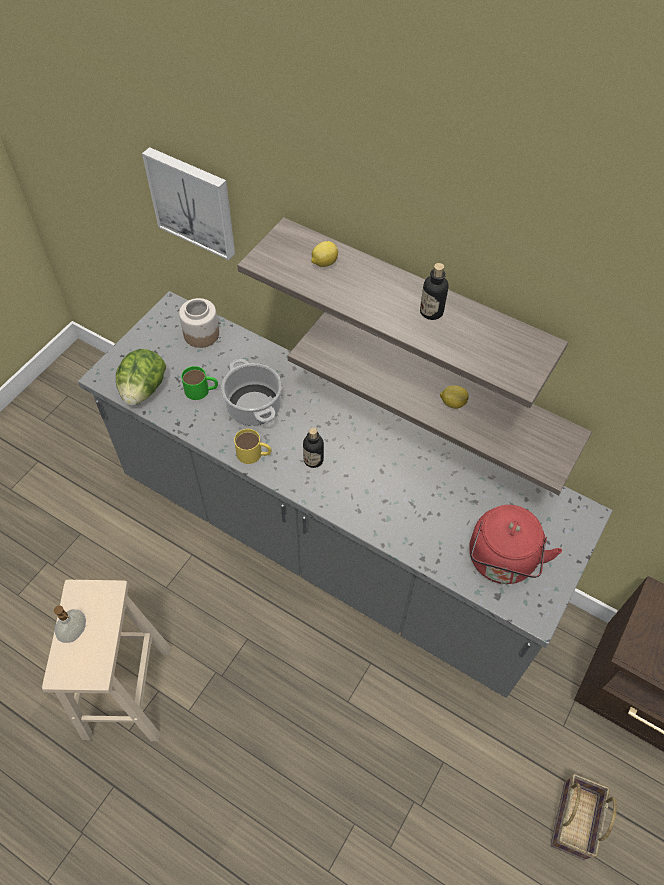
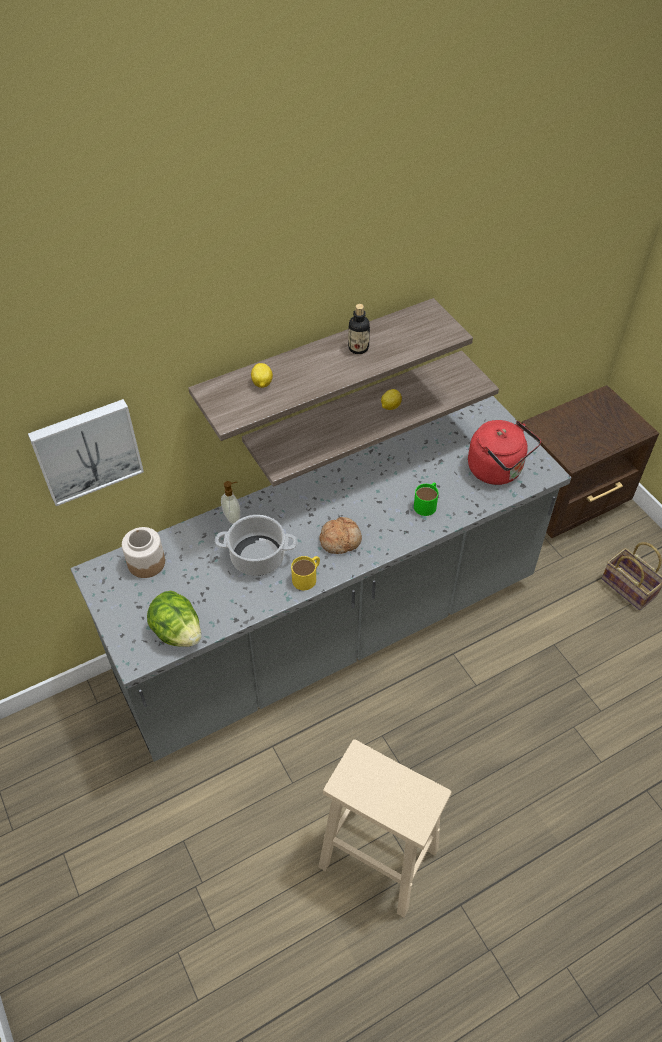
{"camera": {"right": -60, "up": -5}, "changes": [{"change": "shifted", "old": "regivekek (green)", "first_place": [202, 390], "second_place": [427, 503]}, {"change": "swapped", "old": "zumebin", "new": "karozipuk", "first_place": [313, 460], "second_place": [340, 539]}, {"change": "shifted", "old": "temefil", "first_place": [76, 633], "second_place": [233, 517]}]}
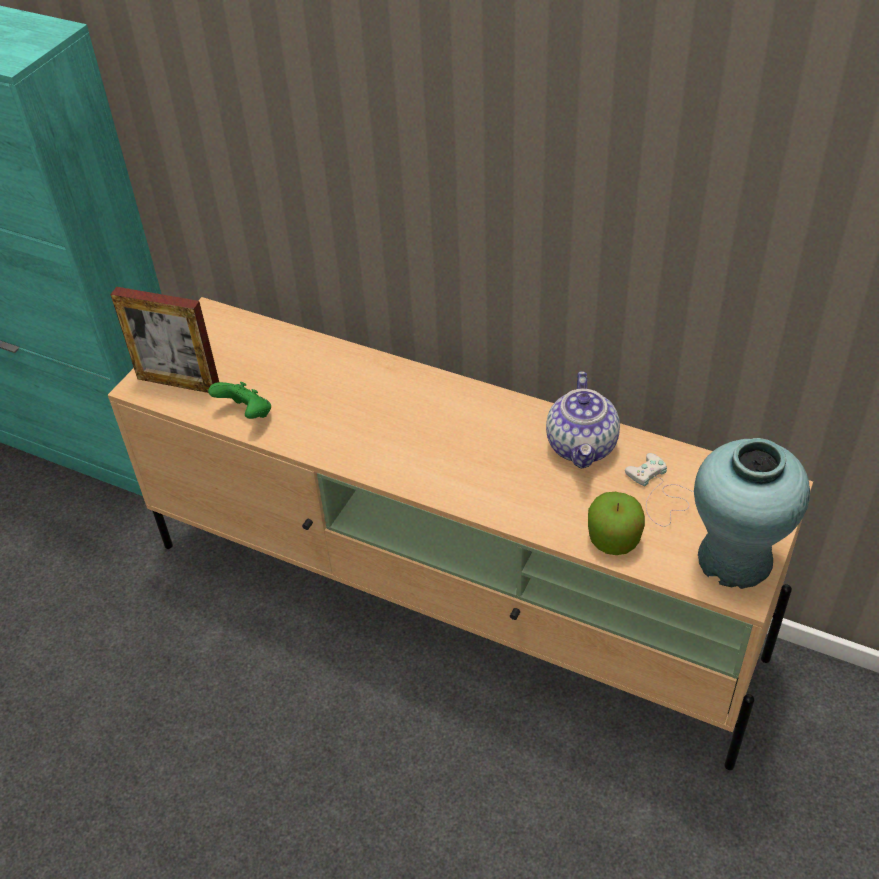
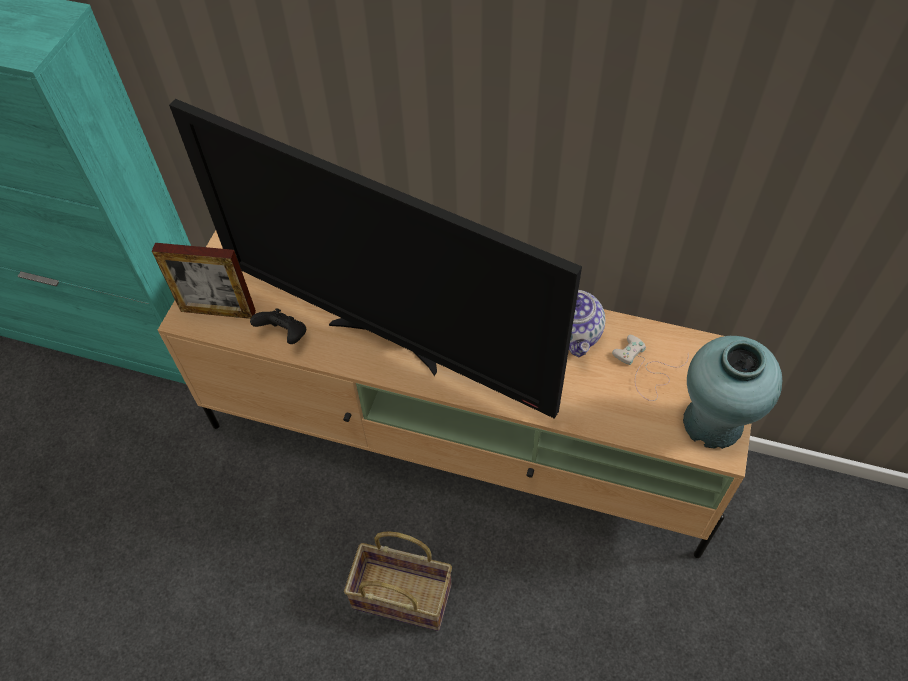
{"camera": {"right": -10, "up": 10}, "changes": [{"change": "repainted", "old": "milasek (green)", "new": "milasek (black)", "first_place": [246, 414], "second_place": [284, 335]}, {"change": "gone", "old": "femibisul", "first_place": [613, 539]}, {"change": "new", "new": "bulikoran", "second_place": [389, 340]}, {"change": "new", "new": "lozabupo", "second_place": [405, 595]}]}
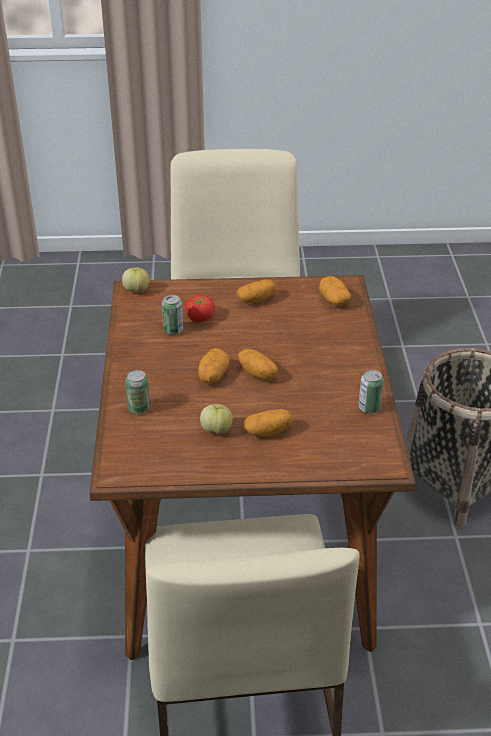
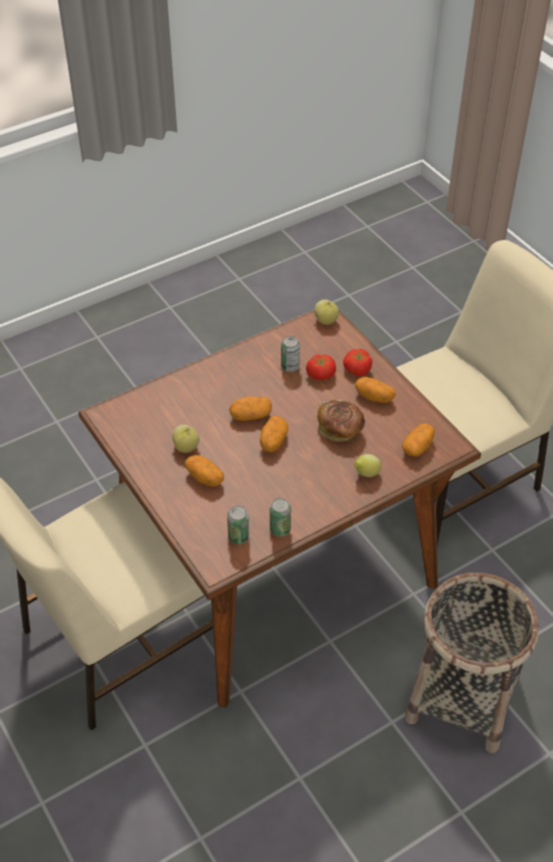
{"camera": {"right": 60, "up": 10}, "changes": [{"change": "shifted", "old": "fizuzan", "first_place": [139, 408], "second_place": [238, 537]}, {"change": "new", "new": "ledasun", "second_place": [357, 369]}, {"change": "new", "new": "karozipuk", "second_place": [340, 429]}, {"change": "new", "new": "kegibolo", "second_place": [366, 474]}]}
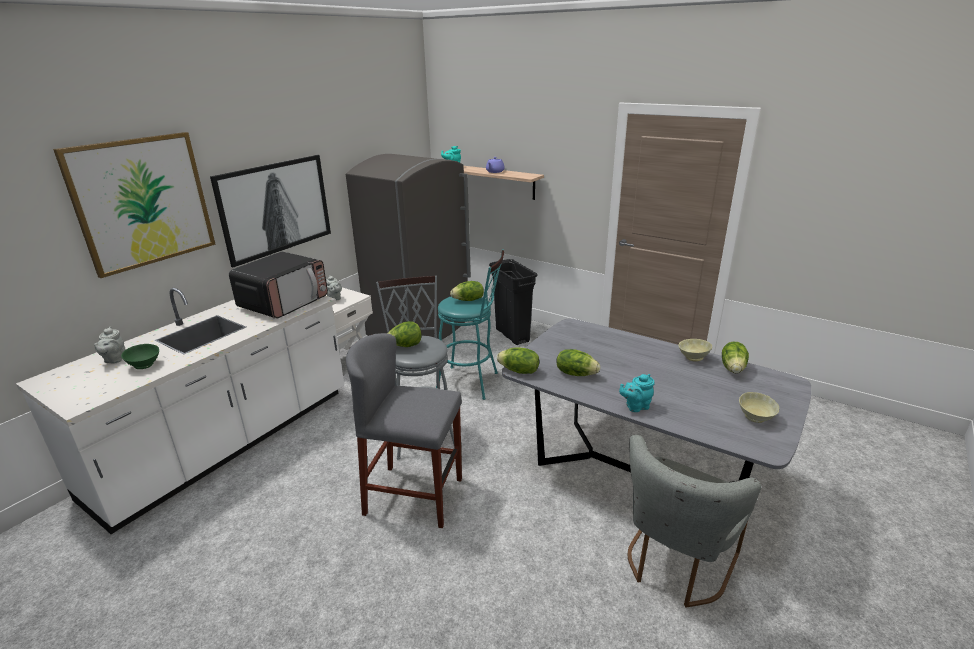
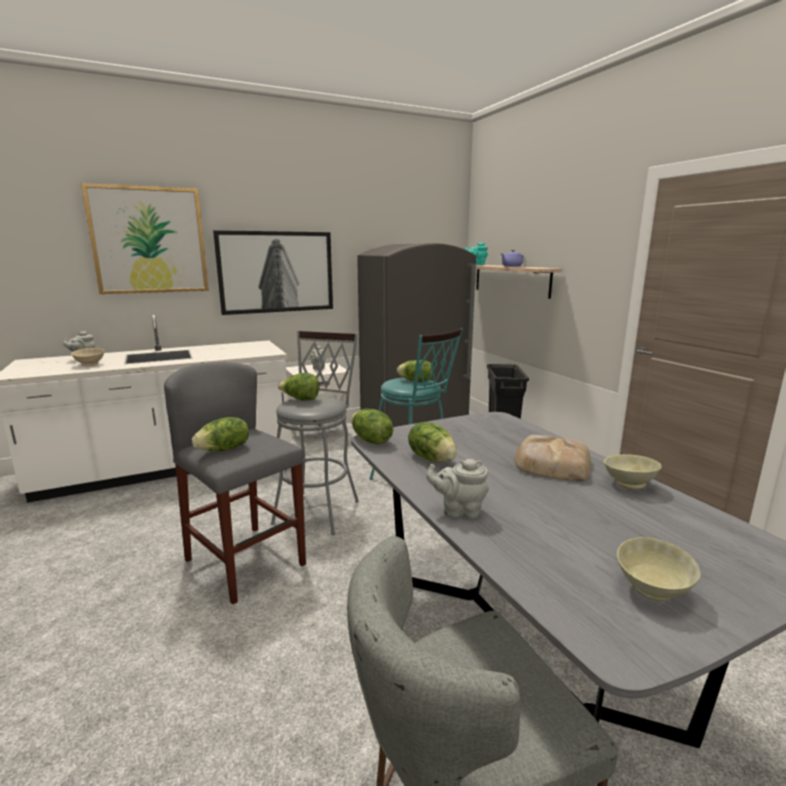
{"camera": {"right": 30, "up": -10}, "changes": [{"change": "gone", "old": "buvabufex", "first_place": [284, 303]}, {"change": "shifted", "old": "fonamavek", "first_place": [733, 368], "second_place": [224, 449]}, {"change": "repainted", "old": "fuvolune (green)", "new": "fuvolune (beige)", "first_place": [144, 365], "second_place": [89, 365]}, {"change": "repainted", "old": "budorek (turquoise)", "new": "budorek (grey)", "first_place": [635, 406], "second_place": [459, 511]}, {"change": "new", "new": "karozipuk", "second_place": [551, 464]}]}
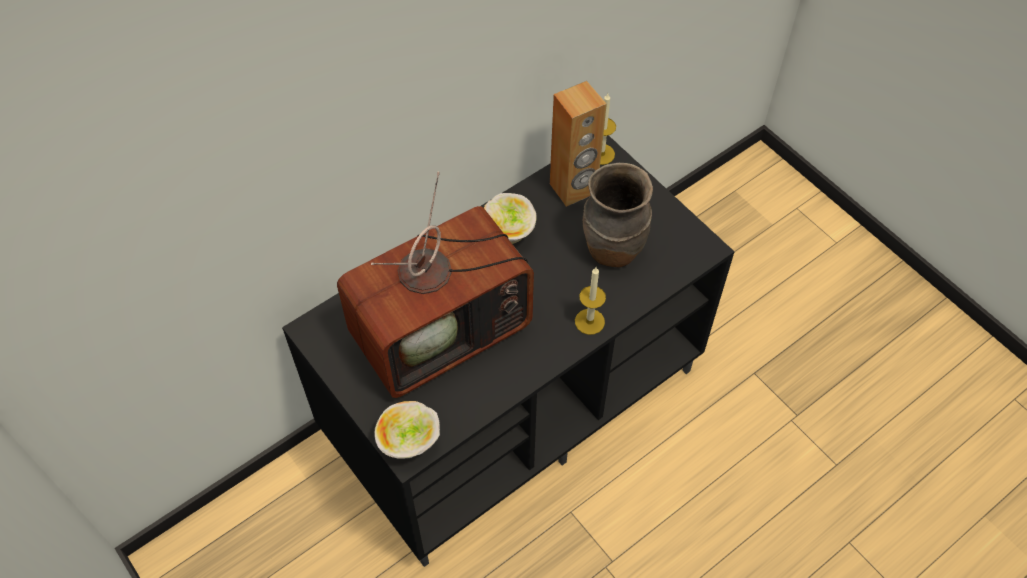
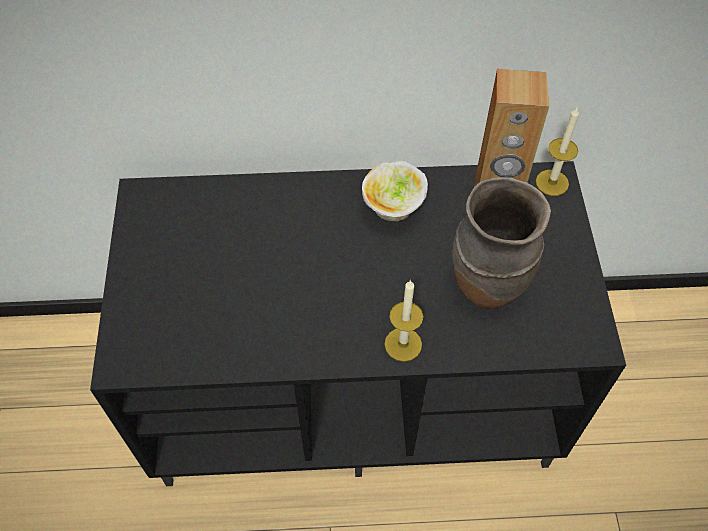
{"camera": {"right": 35, "up": 0}, "changes": [{"change": "gone", "old": "bulikoran", "first_place": [443, 327]}, {"change": "gone", "old": "fuvolune", "first_place": [410, 444]}]}
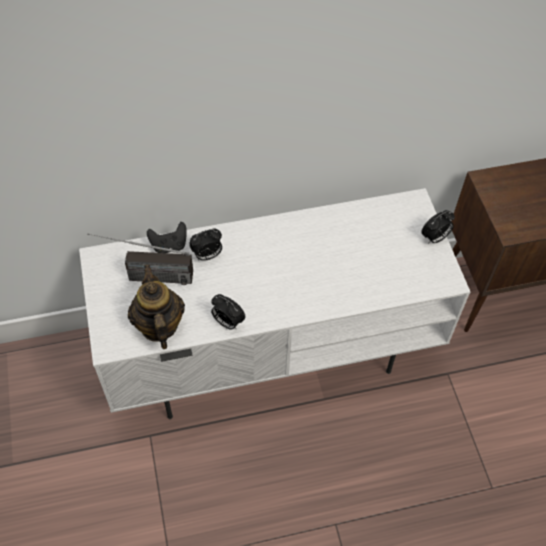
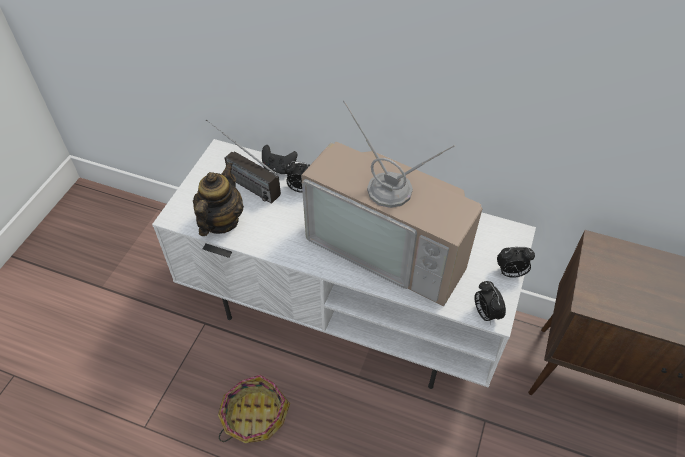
{"camera": {"right": 35, "up": -5}, "changes": [{"change": "shifted", "old": "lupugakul", "first_place": [227, 322], "second_place": [485, 313]}, {"change": "new", "new": "bulikoran", "second_place": [391, 246]}, {"change": "new", "new": "lozabupo", "second_place": [253, 415]}]}
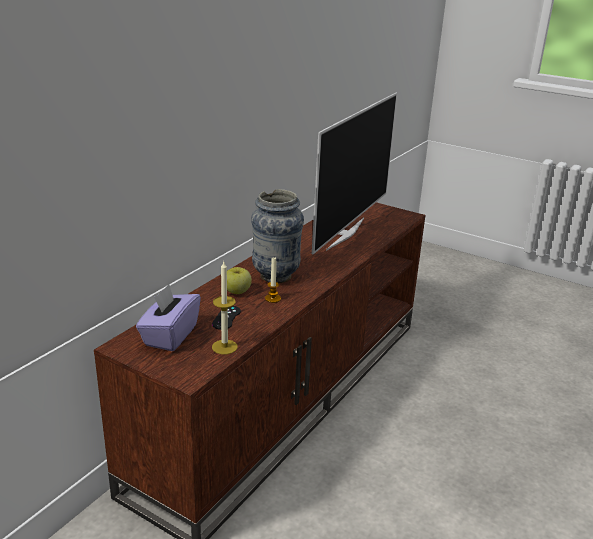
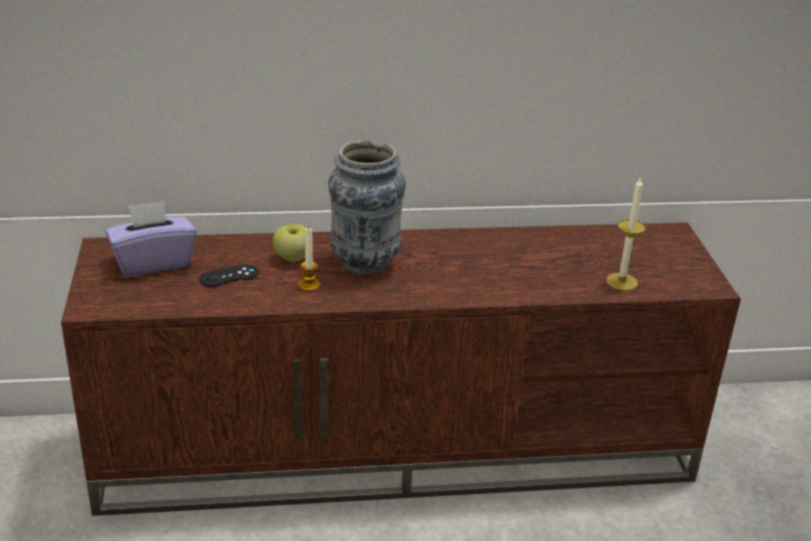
{"camera": {"right": 50, "up": 5}, "changes": [{"change": "gone", "old": "bulikoran", "first_place": [344, 233]}, {"change": "shifted", "old": "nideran", "first_place": [224, 347], "second_place": [621, 281]}]}
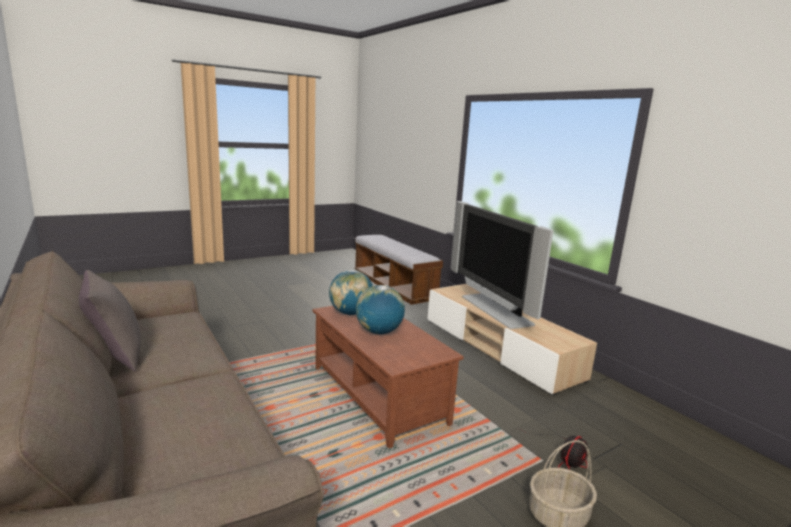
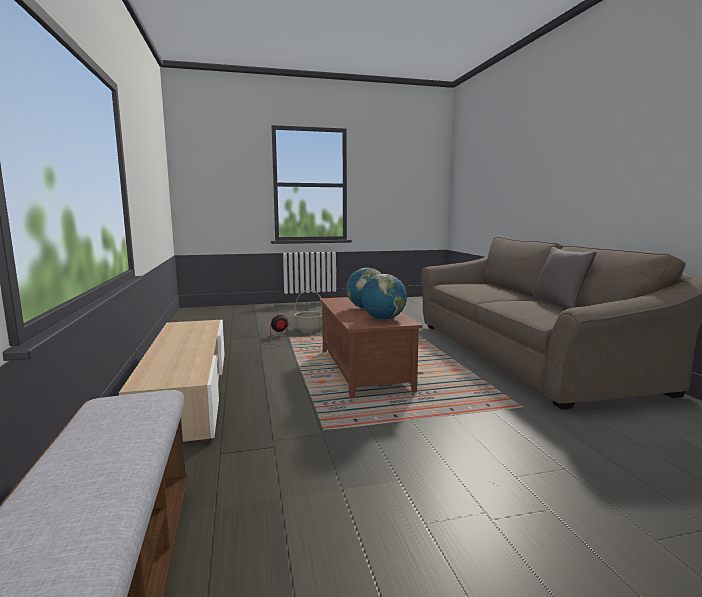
{"camera": {"right": -160, "up": -5}, "changes": [{"change": "gone", "old": "bulikoran", "first_place": [494, 310]}]}
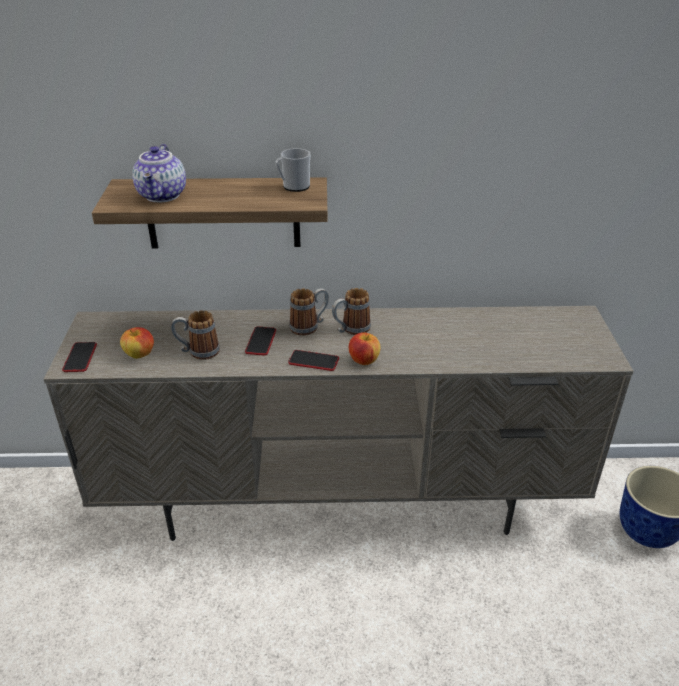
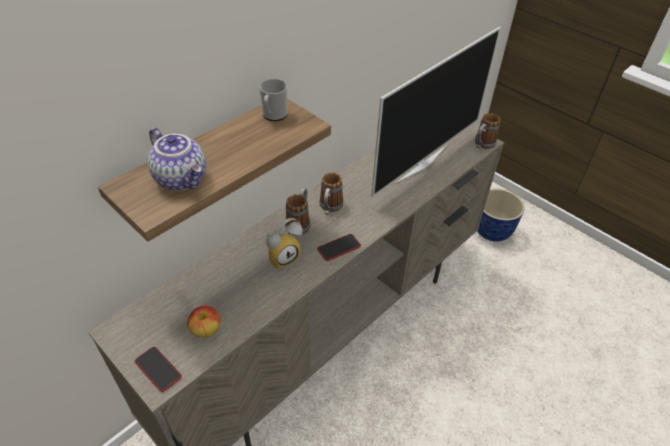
{"camera": {"right": -45, "up": 10}, "changes": [{"change": "shifted", "old": "regivekek", "first_place": [198, 352], "second_place": [482, 145]}, {"change": "swapped", "old": "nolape", "new": "lupugakul", "first_place": [261, 341], "second_place": [283, 256]}, {"change": "gone", "old": "femibisul", "first_place": [364, 360]}, {"change": "new", "new": "bulikoran", "second_place": [420, 163]}]}
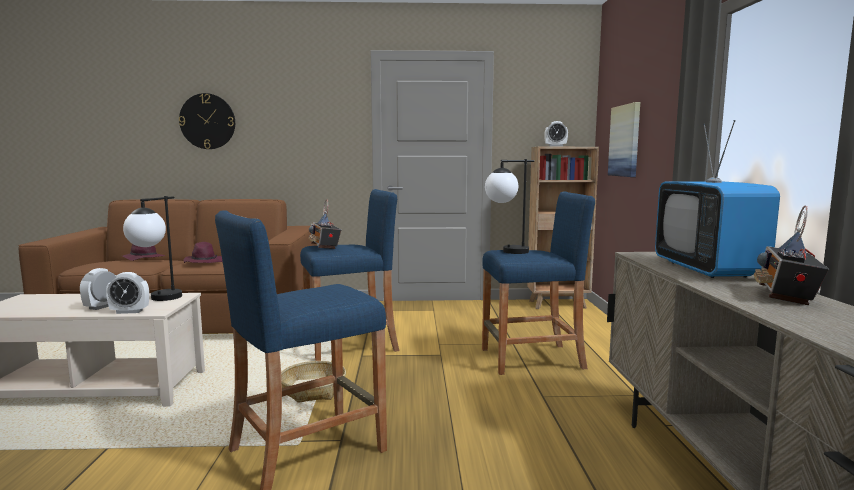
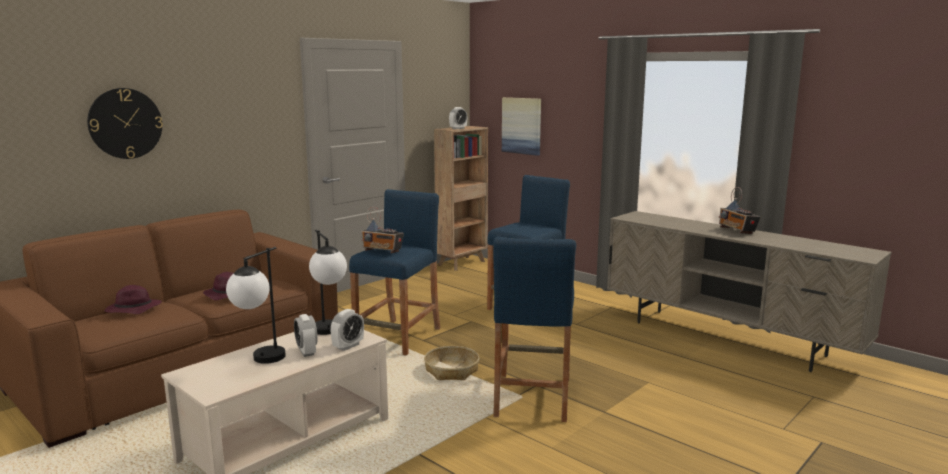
{"camera": {"right": -45, "up": 5}, "changes": [{"change": "gone", "old": "bulikoran", "first_place": [707, 269]}, {"change": "shifted", "old": "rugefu", "first_place": [506, 252], "second_place": [261, 362]}]}
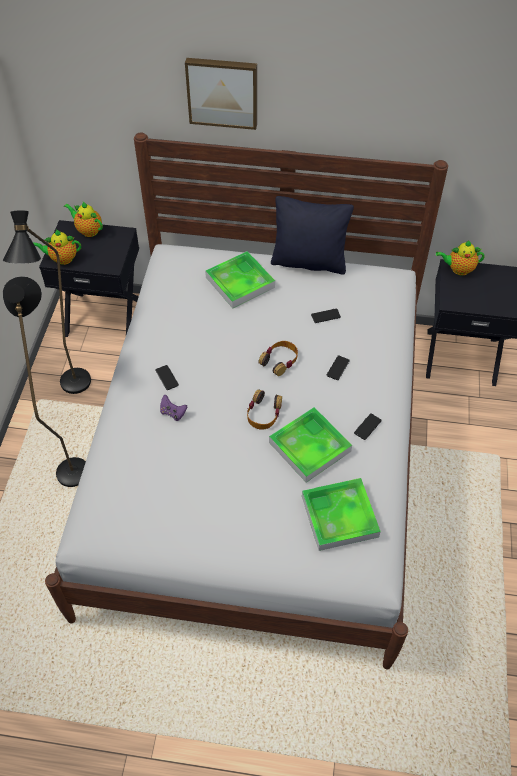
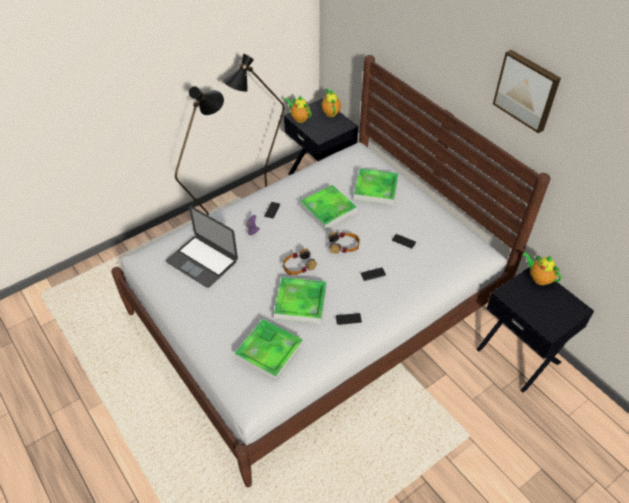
{"camera": {"right": 45, "up": -5}, "changes": [{"change": "shifted", "old": "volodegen", "first_place": [222, 92], "second_place": [527, 90]}, {"change": "gone", "old": "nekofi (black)", "first_place": [309, 262]}, {"change": "new", "new": "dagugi", "second_place": [328, 209]}, {"change": "new", "new": "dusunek", "second_place": [202, 261]}]}
